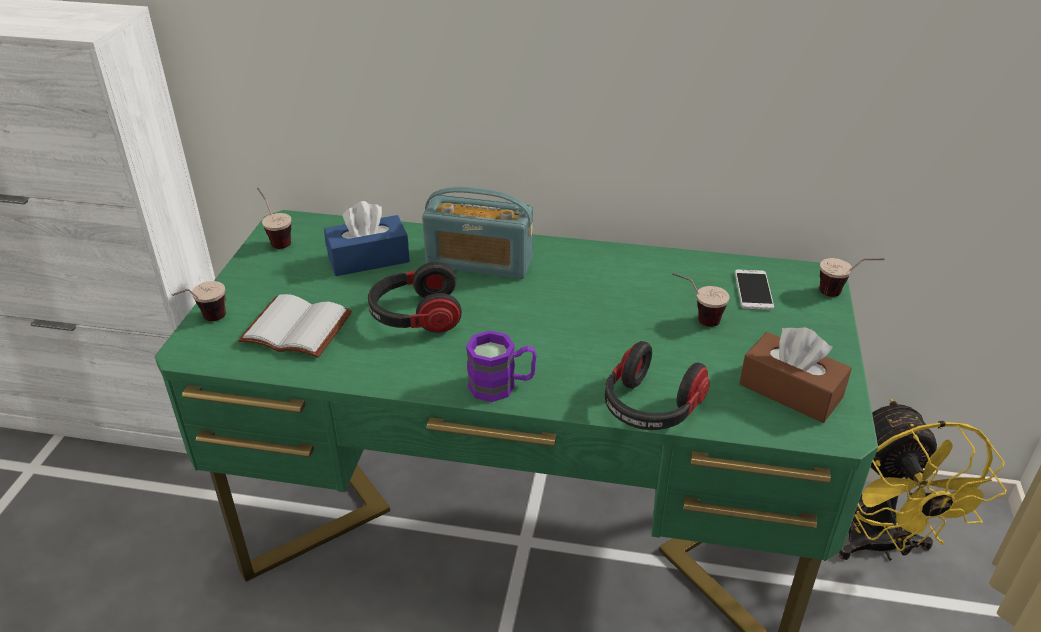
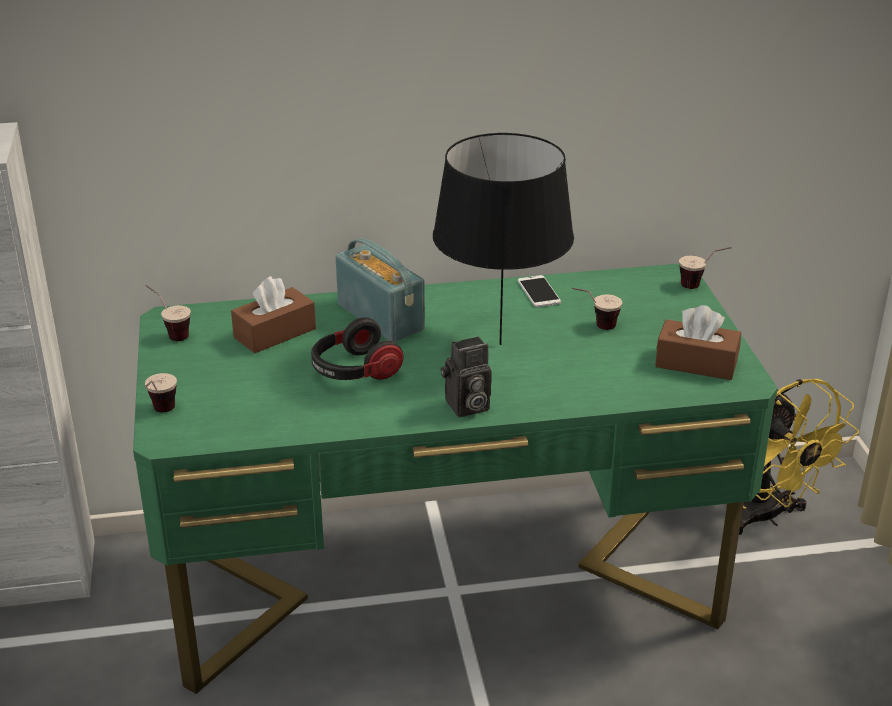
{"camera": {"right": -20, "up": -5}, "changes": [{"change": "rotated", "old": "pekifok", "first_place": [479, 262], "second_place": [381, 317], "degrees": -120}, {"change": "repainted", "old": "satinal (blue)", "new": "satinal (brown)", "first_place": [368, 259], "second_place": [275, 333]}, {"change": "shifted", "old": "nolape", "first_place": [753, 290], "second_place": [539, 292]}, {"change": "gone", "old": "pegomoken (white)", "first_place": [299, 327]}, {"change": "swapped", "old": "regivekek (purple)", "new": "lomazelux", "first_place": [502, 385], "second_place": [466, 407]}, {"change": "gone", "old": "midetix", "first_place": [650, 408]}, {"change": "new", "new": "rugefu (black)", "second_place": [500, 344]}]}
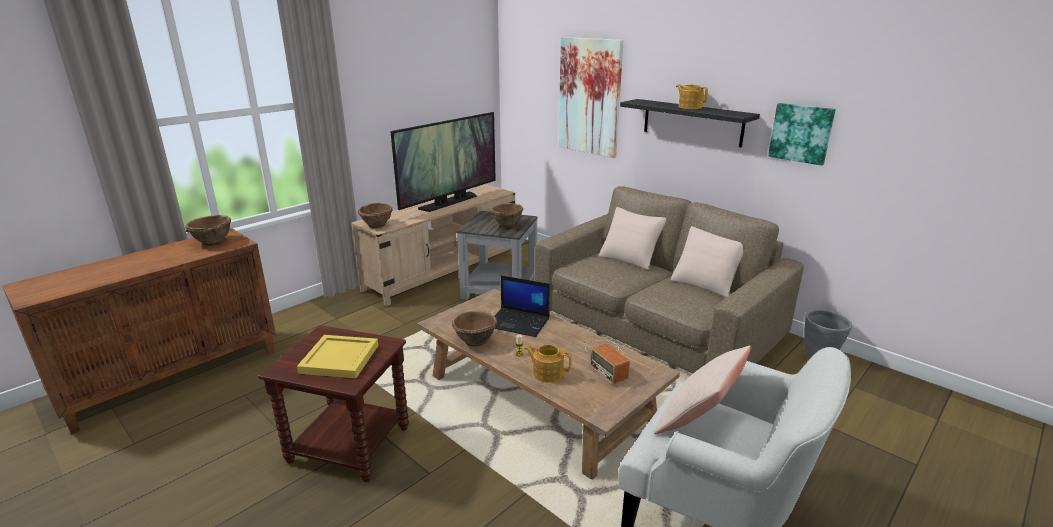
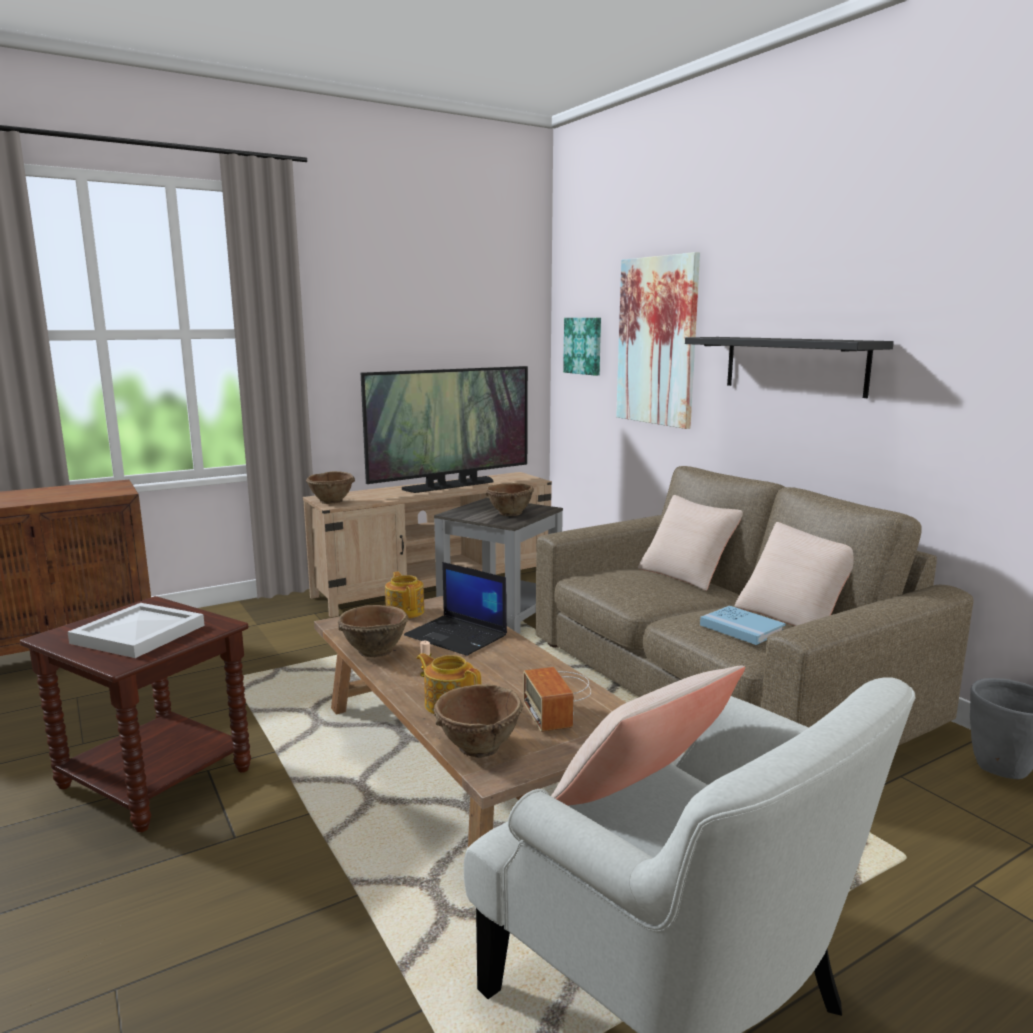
{"camera": {"right": 15, "up": -10}, "changes": [{"change": "shifted", "old": "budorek", "first_place": [689, 107], "second_place": [405, 611]}, {"change": "shifted", "old": "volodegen", "first_place": [801, 133], "second_place": [584, 346]}, {"change": "shifted", "old": "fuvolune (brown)", "first_place": [212, 242], "second_place": [478, 747]}, {"change": "repainted", "old": "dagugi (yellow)", "new": "dagugi (white)", "first_place": [341, 358], "second_place": [141, 634]}, {"change": "new", "new": "pegomoken (blue)", "second_place": [741, 628]}]}
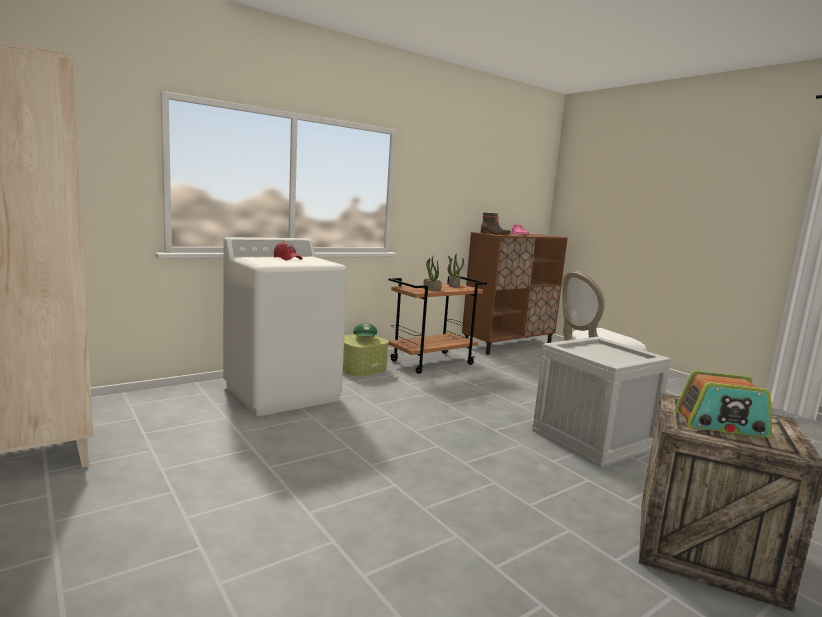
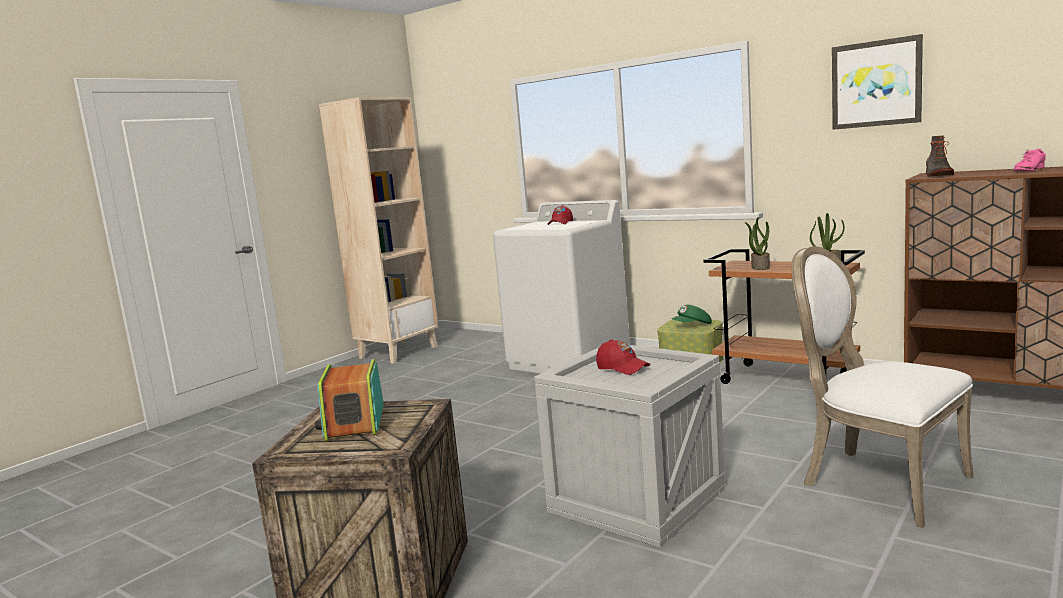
{"camera": {"right": 75, "up": 0}, "changes": [{"change": "new", "new": "volodegen", "second_place": [876, 84]}, {"change": "new", "new": "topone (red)", "second_place": [622, 368]}]}
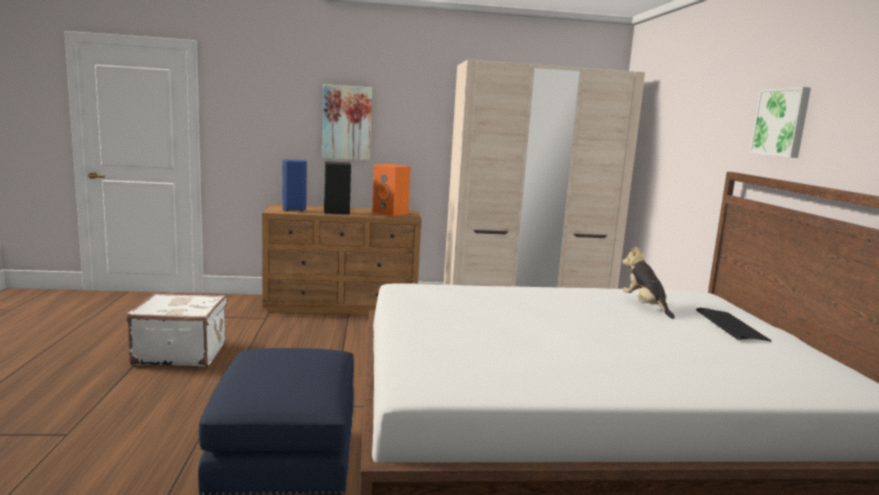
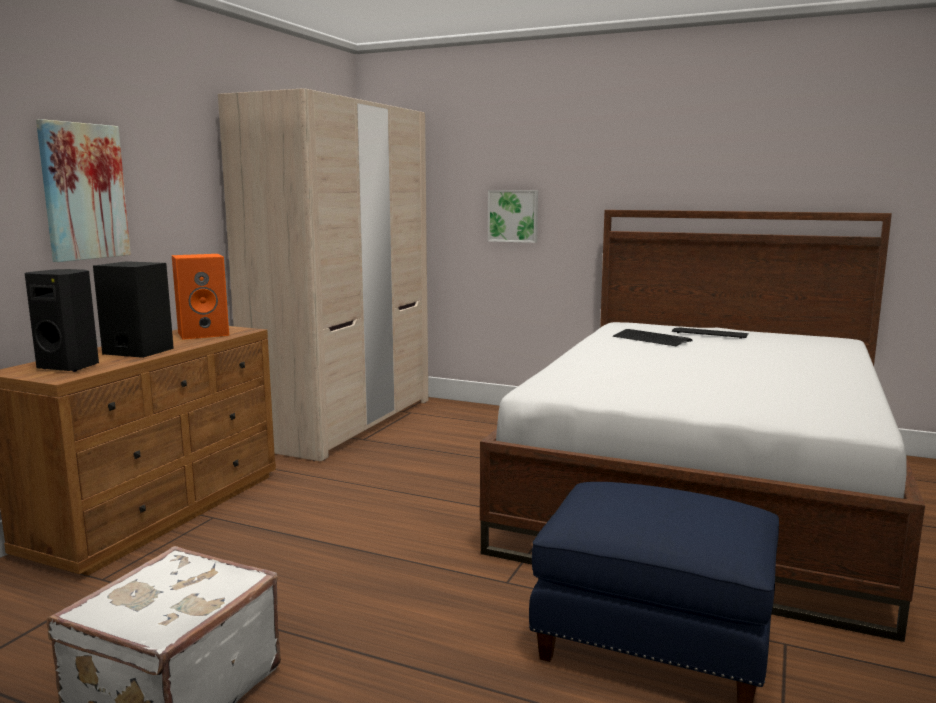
{"camera": {"right": -60, "up": 0}, "changes": [{"change": "shifted", "old": "volodegen", "first_place": [781, 122], "second_place": [513, 216]}, {"change": "repainted", "old": "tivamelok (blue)", "new": "tivamelok (black)", "first_place": [294, 209], "second_place": [70, 367]}, {"change": "swapped", "old": "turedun", "new": "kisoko", "first_place": [645, 306], "second_place": [651, 339]}]}
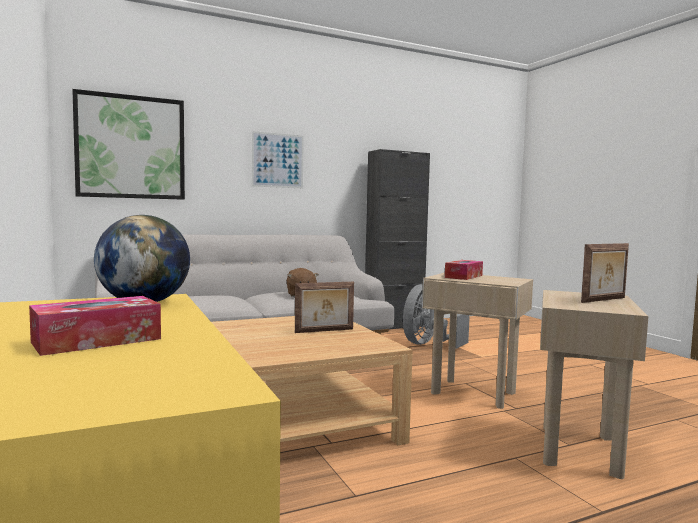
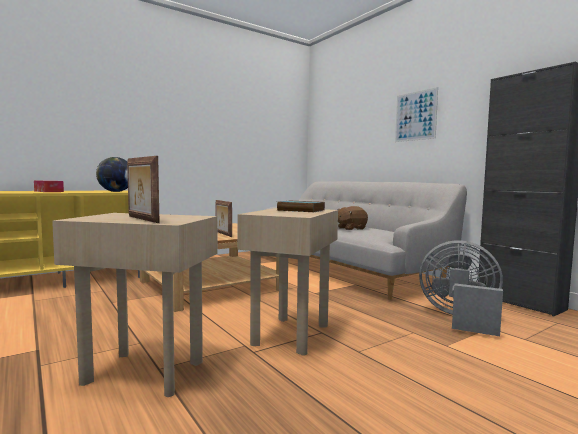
{"camera": {"right": 80, "up": 0}, "changes": [{"change": "gone", "old": "volodegen", "first_place": [131, 147]}, {"change": "swapped", "old": "satinal", "new": "pegomoken", "first_place": [463, 276], "second_place": [299, 210]}]}
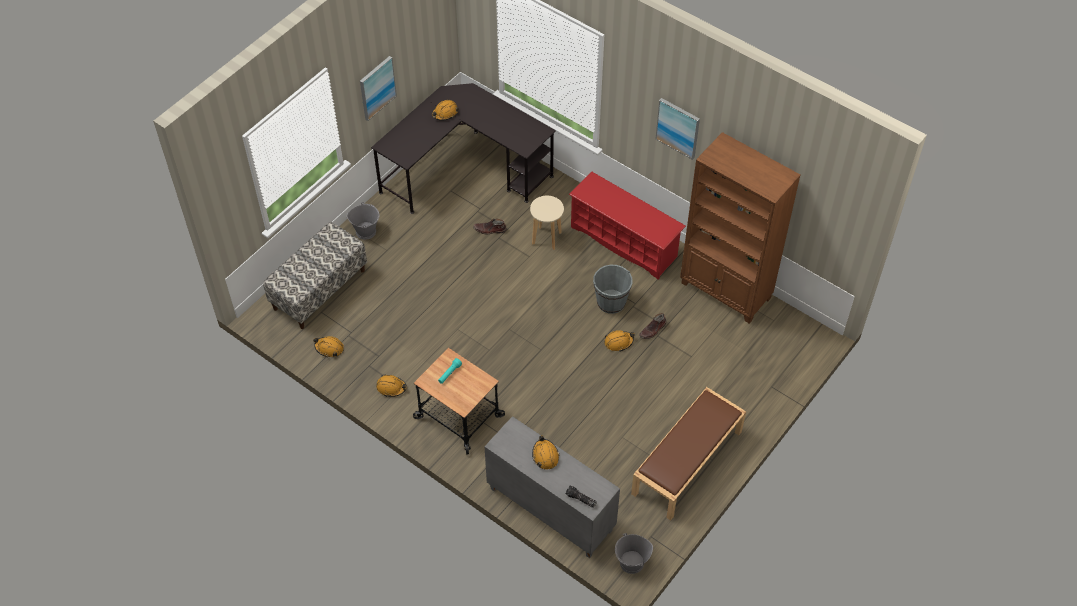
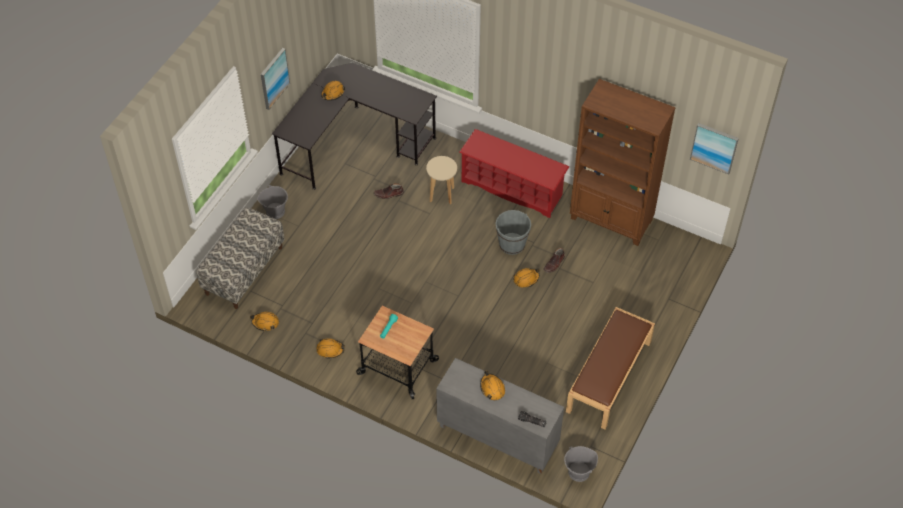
{"camera": {"right": -10, "up": 0}, "changes": [{"change": "shifted", "old": "volodegen", "first_place": [678, 128], "second_place": [714, 147]}]}
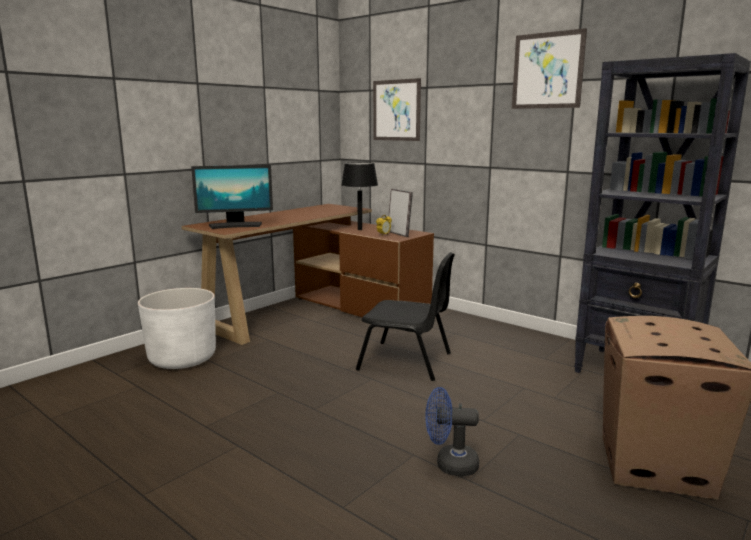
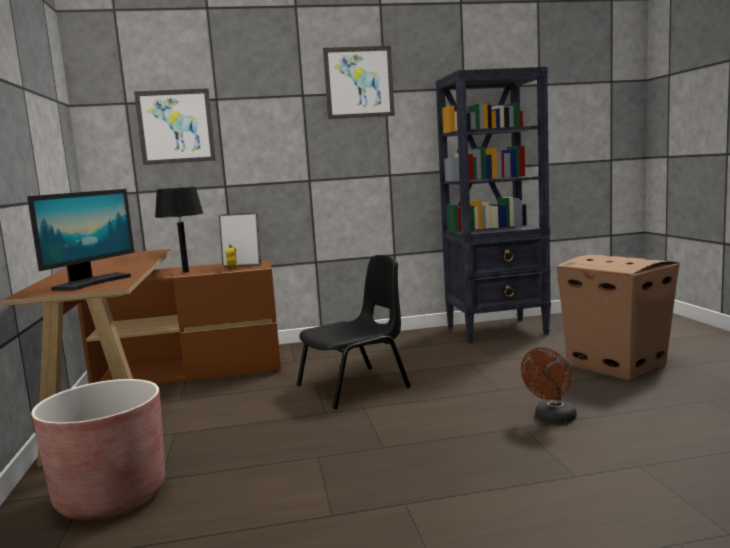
{"camera": {"right": -50, "up": -5}, "changes": [{"change": "repainted", "old": "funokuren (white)", "new": "funokuren (brown)", "first_place": [182, 358], "second_place": [111, 497]}, {"change": "repainted", "old": "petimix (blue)", "new": "petimix (brown)", "first_place": [450, 464], "second_place": [552, 418]}]}
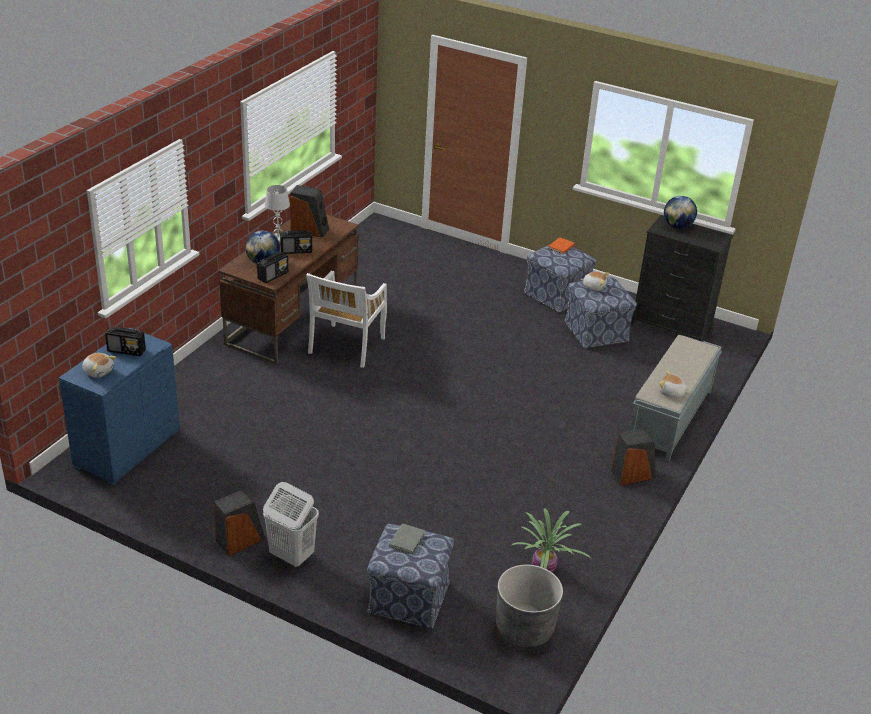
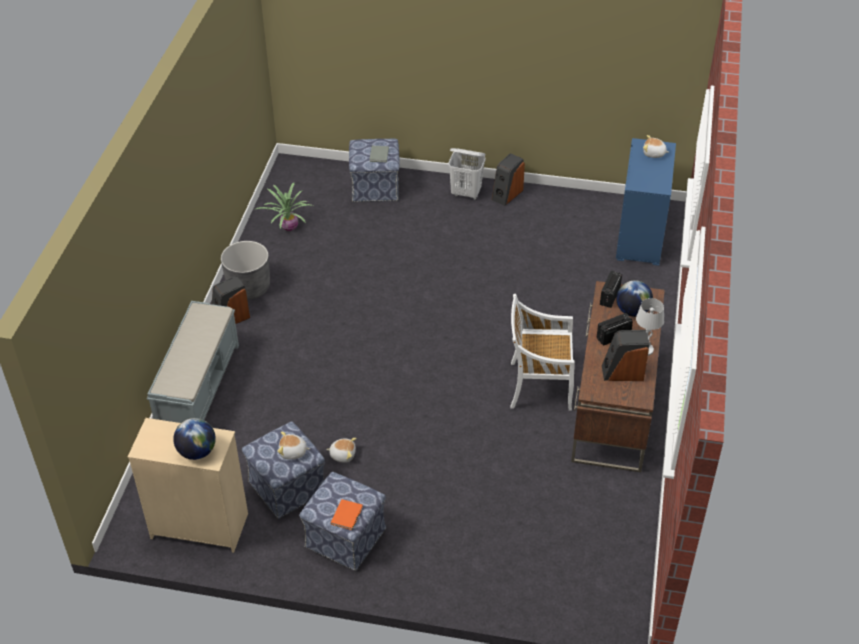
{"camera": {"right": 165, "up": 10}, "changes": [{"change": "repainted", "old": "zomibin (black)", "new": "zomibin (beige)", "first_place": [671, 326], "second_place": [200, 525]}, {"change": "rotated", "old": "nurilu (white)", "first_place": [346, 346], "second_place": [539, 386], "degrees": -90}, {"change": "gone", "old": "pekifok", "first_place": [127, 350]}, {"change": "shifted", "old": "turedun", "first_place": [671, 393], "second_place": [342, 454]}, {"change": "shifted", "old": "funokuren (grey)", "first_place": [524, 628], "second_place": [249, 287]}]}
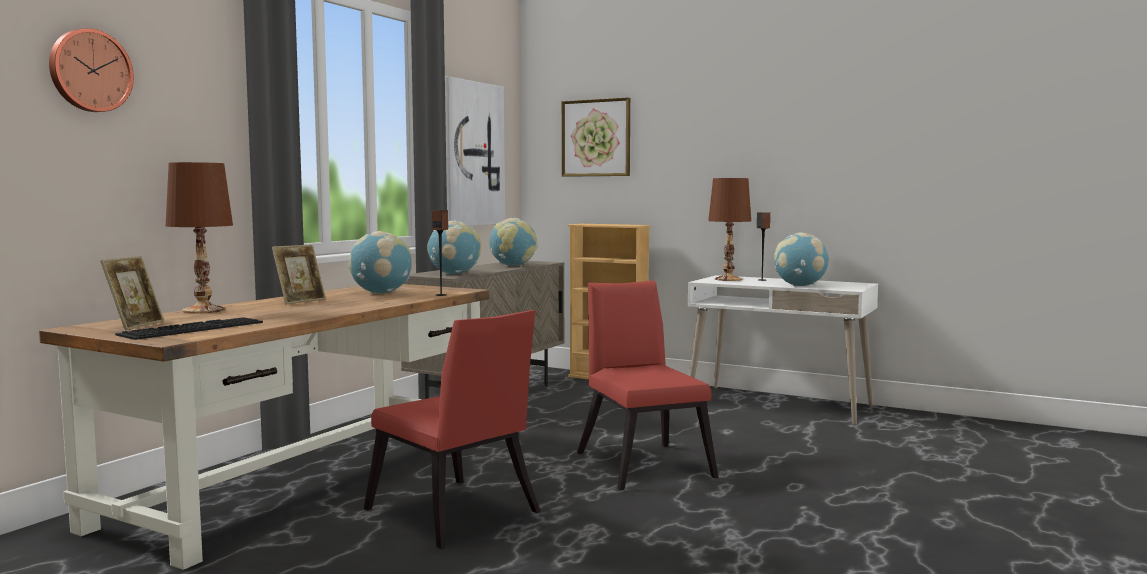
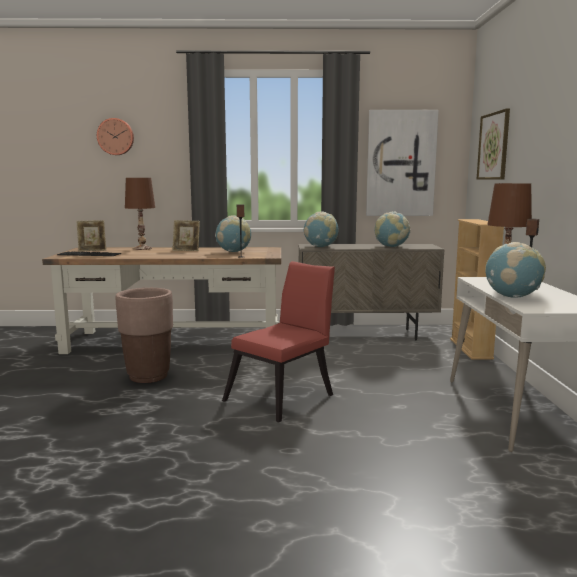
{"camera": {"right": 60, "up": 5}, "changes": [{"change": "swapped", "old": "nurilu (red)", "new": "funokuren (brown)", "first_place": [456, 516], "second_place": [148, 376]}]}
